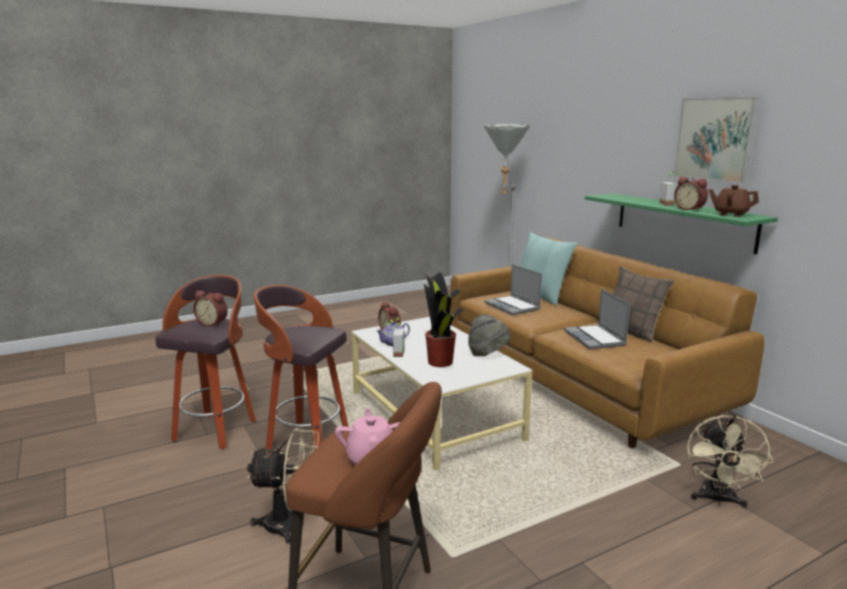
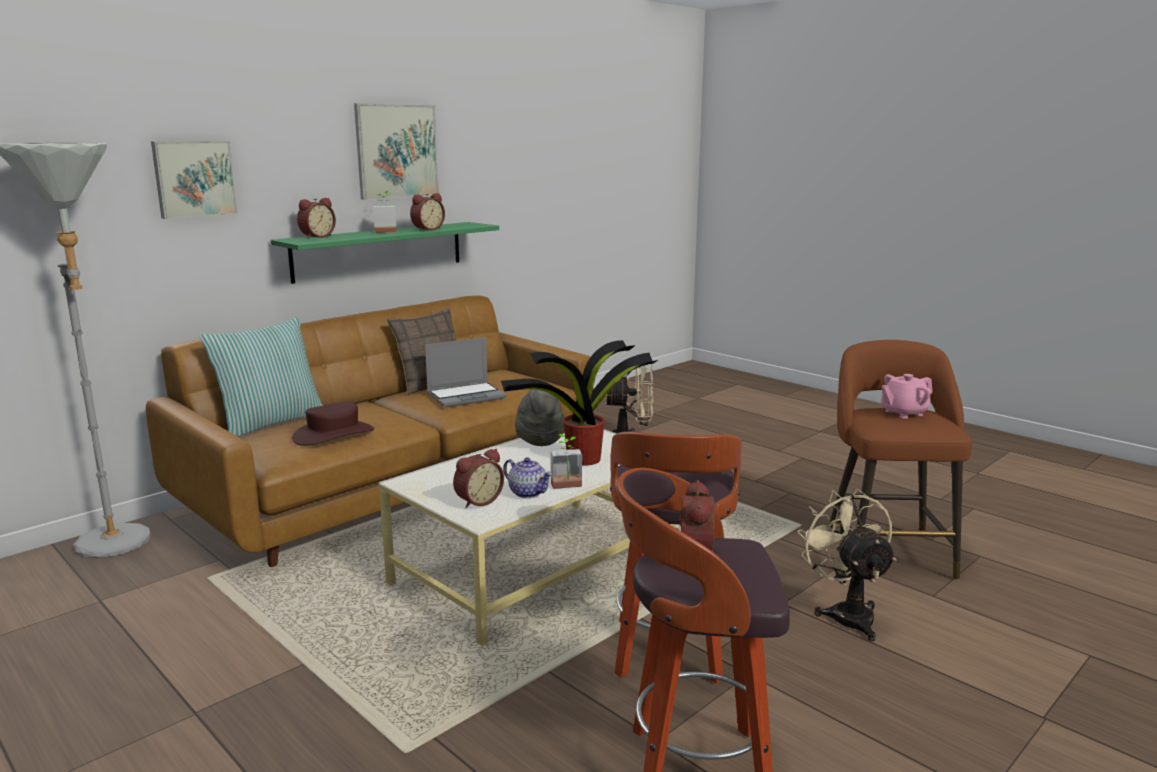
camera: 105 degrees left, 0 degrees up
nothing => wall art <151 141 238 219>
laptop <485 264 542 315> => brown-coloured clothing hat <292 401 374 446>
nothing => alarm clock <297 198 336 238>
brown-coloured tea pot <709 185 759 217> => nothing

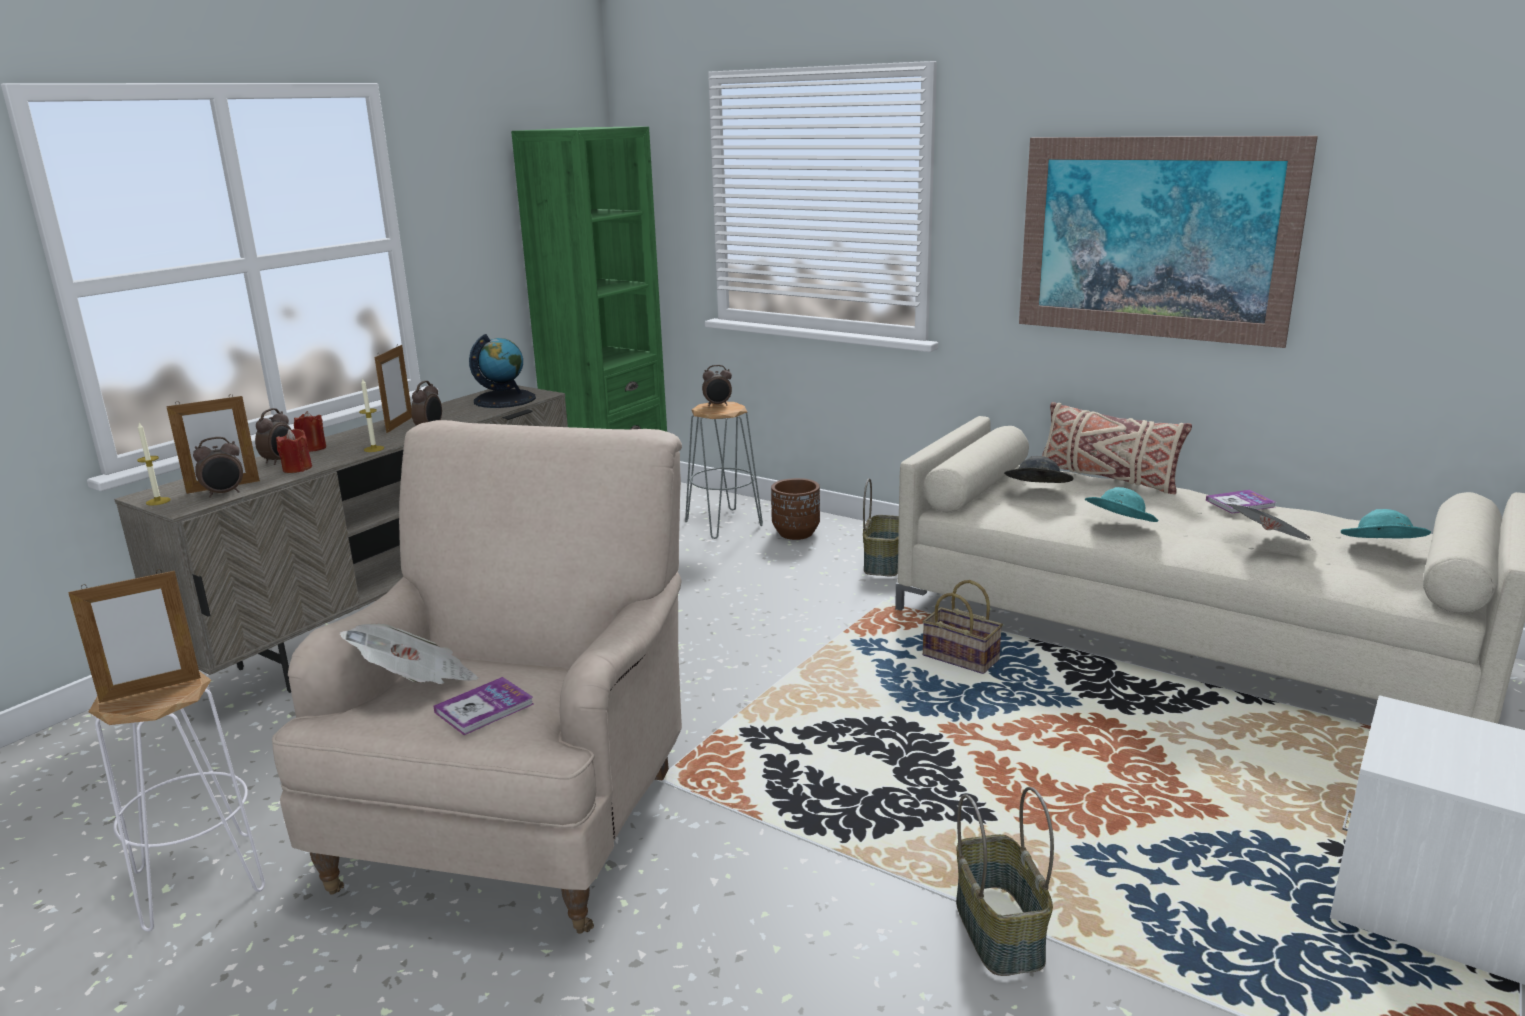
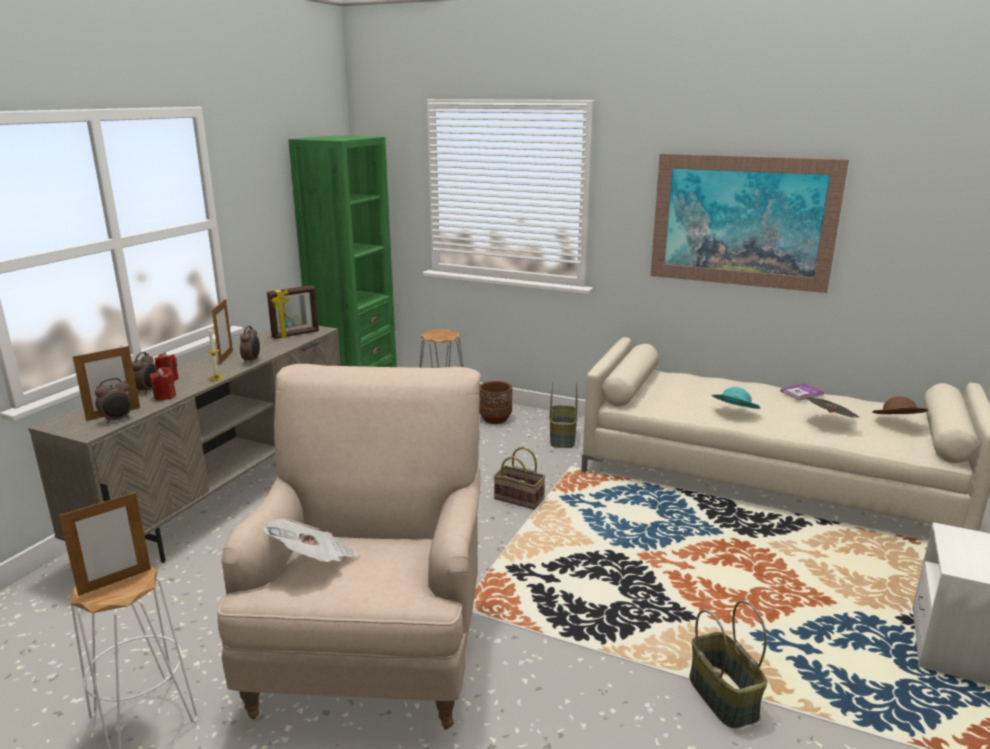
camera: 10 degrees left, 0 degrees up
globe <469 334 536 408> => picture frame <267 285 319 339>
storage basket <922 580 1003 674> => storage basket <493 447 546 509>, shifted
blue-green clothing hat <1341 509 1431 539> => brown-coloured clothing hat <872 397 928 414>
wax candle <137 423 171 506> => nothing
bound book <433 677 533 735> => nothing
alarm clock <702 365 732 406> => nothing
greyish clothing hat <1004 456 1073 483> => nothing
beige-coloured throw pillow <1042 402 1192 494> => nothing

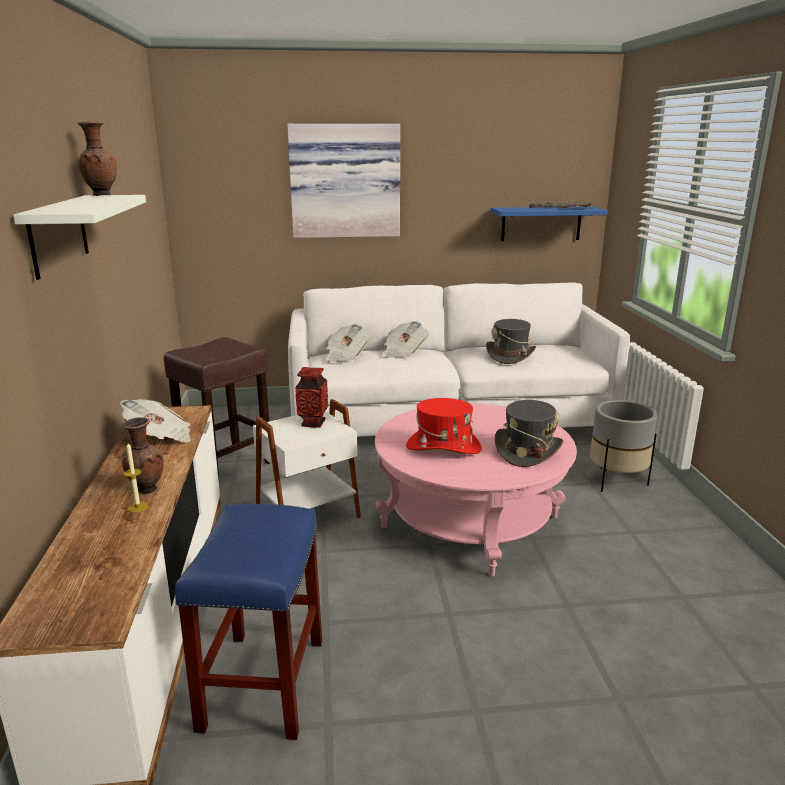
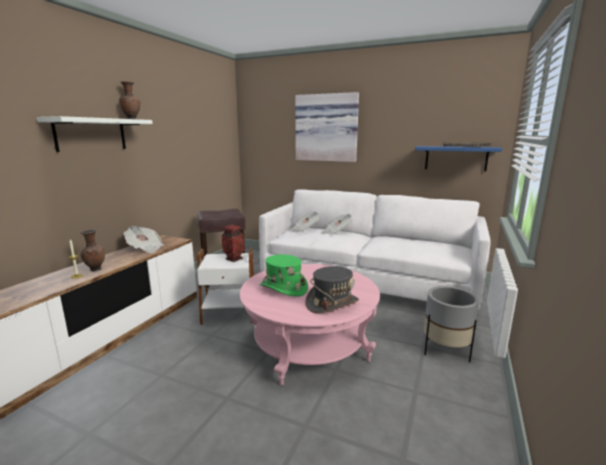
camera: 30 degrees right, 5 degrees down
reddish clothing hat <406 398 482 454> => green clothing hat <260 255 308 297>
blue-coloured sitting stool <175 504 322 740> => nothing
greyish clothing hat <486 319 536 364> => nothing

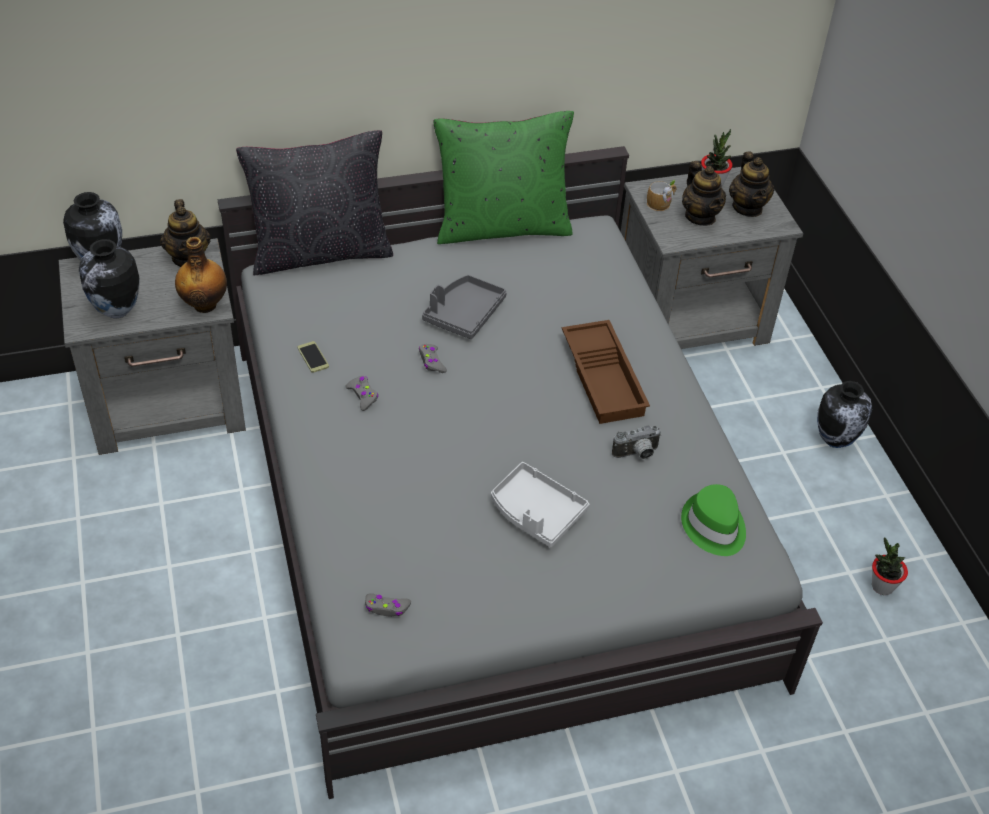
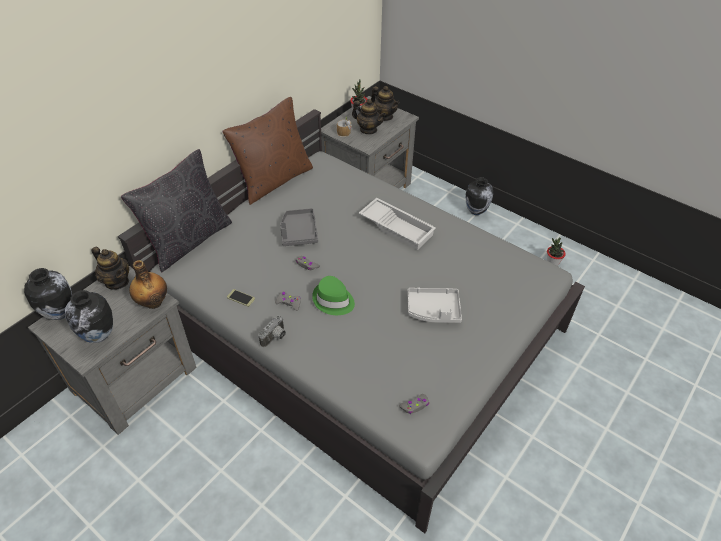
camera: 35 degrees left, 0 degrees up
green throw pillow <434 111 574 244> => brown-coloured throw pillow <223 97 313 205>
photo camera <612 425 661 459> => photo camera <258 316 286 347>, shifted
green clothing hat <681 484 746 556> => green clothing hat <312 276 355 315>, shifted
brown-coloured serving tray <562 320 650 424> => whitish serving tray <359 198 436 250>

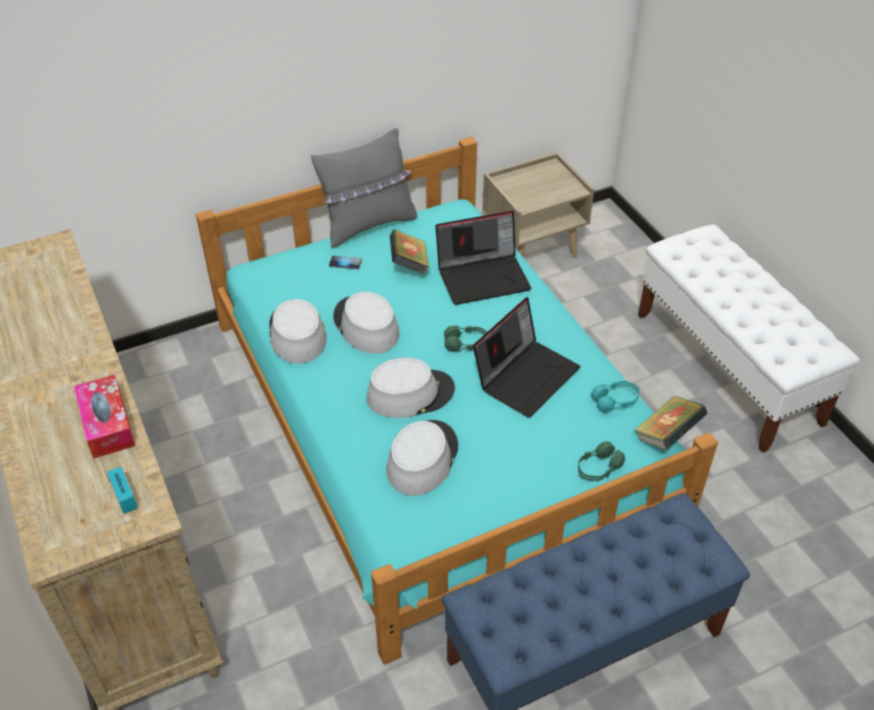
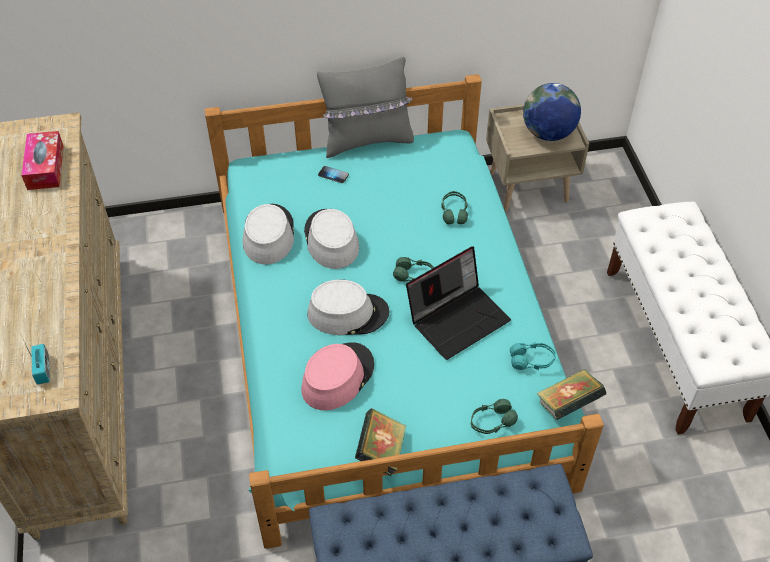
camera: 15 degrees right, 5 degrees up
tissue box <74 375 135 459> => tissue box <21 131 64 190>, shifted
greyish clothing hat <387 420 458 496> => pinkish clothing hat <301 342 374 410>
bound book <389 229 429 274> => bound book <355 408 406 476>, shifted
laptop <435 211 531 305> => green headphones <441 191 468 224>
nothing => globe <523 83 581 141>

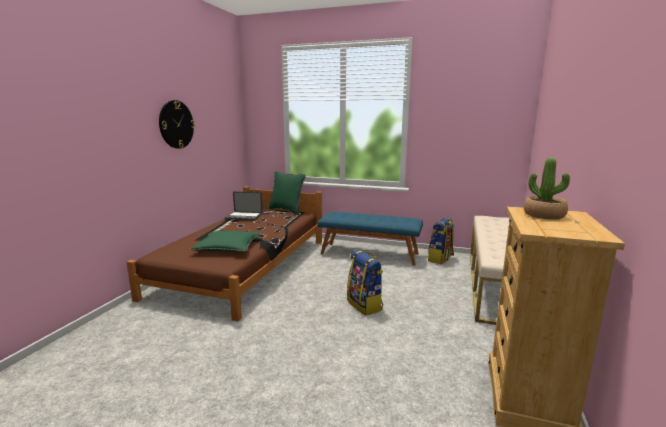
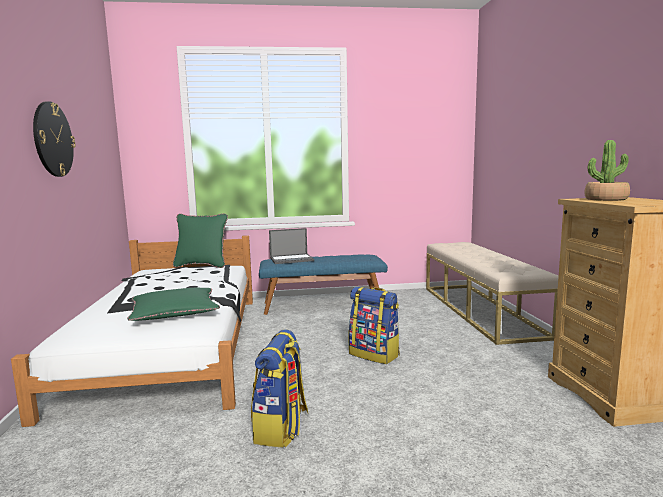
camera: 25 degrees left, 5 degrees down
brown-coloured bed <126 187 322 321> => whitish bed <11 235 253 427>
rucksack <428 217 454 264> => rucksack <251 330 309 447>, shifted
laptop <225 191 263 220> => laptop <269 228 314 264>, shifted

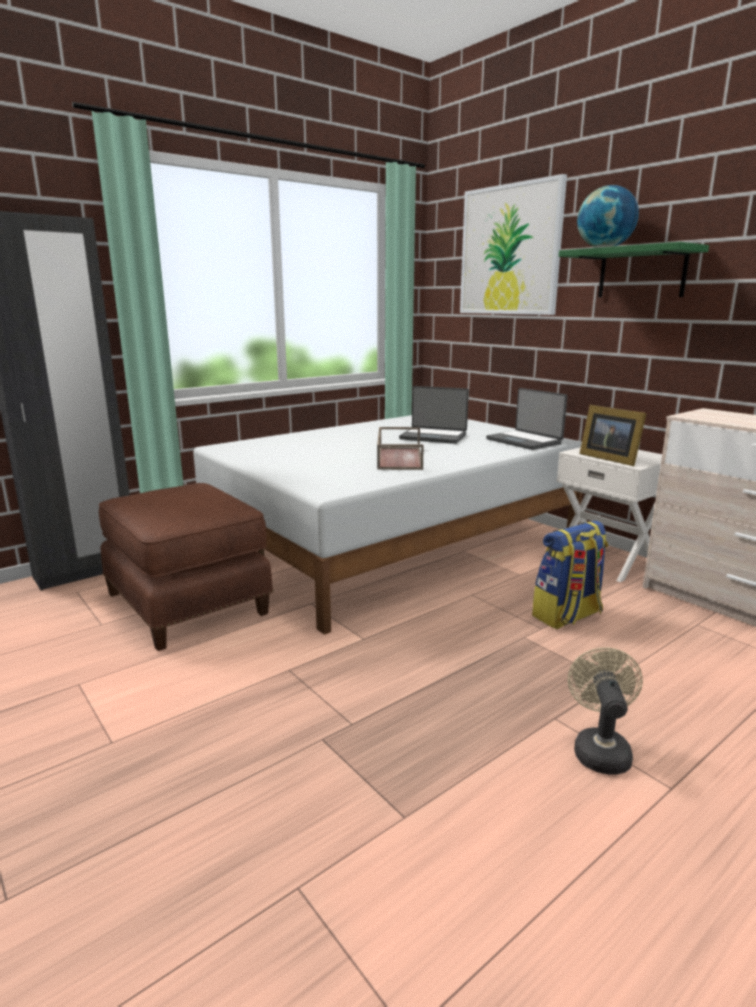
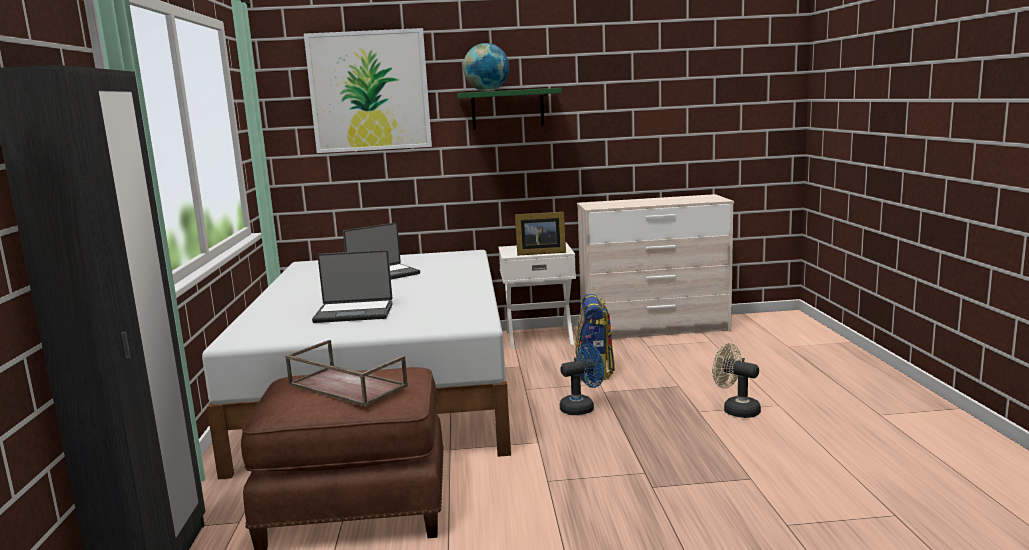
camera: 55 degrees left, 5 degrees down
brown-coloured serving tray <377 427 424 470> => brown-coloured serving tray <285 340 408 406>, shifted
laptop <486 388 567 450> => laptop <312 250 393 323>, shifted
nothing => blue-coloured fan <560 343 604 415>

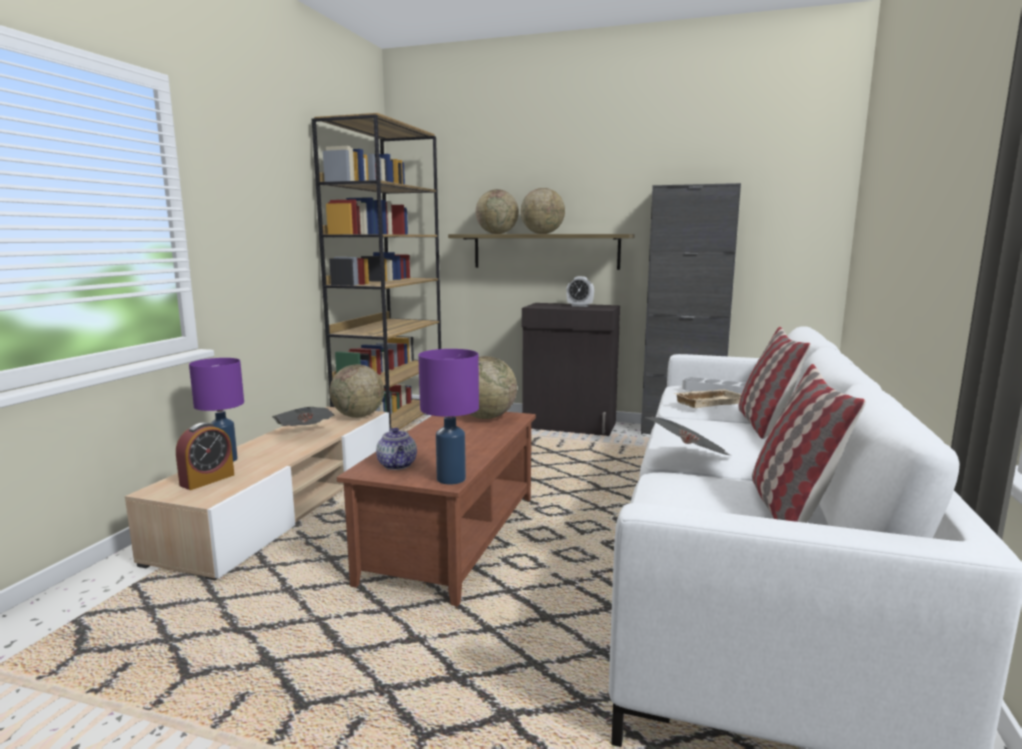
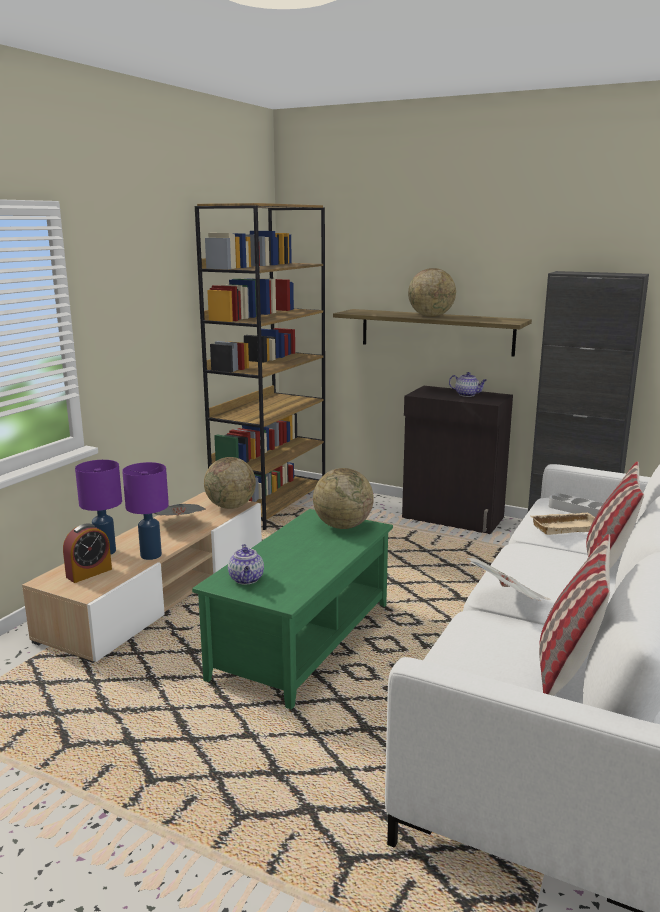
camera: 10 degrees right, 5 degrees up
purplish lamp for a table <418 349 479 485> => purplish lamp for a table <122 462 169 560>, shifted
brown-coloured low table <337 412 536 606> => green low table <192 509 393 710>
alarm clock <566 276 594 307> => tea pot <449 372 487 397>
globe <476 189 519 234> => nothing

